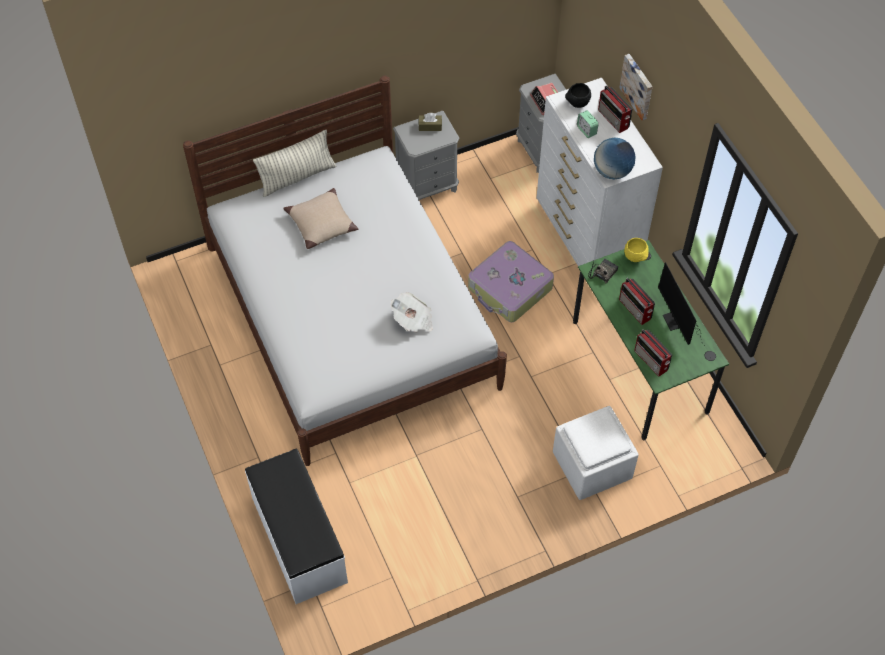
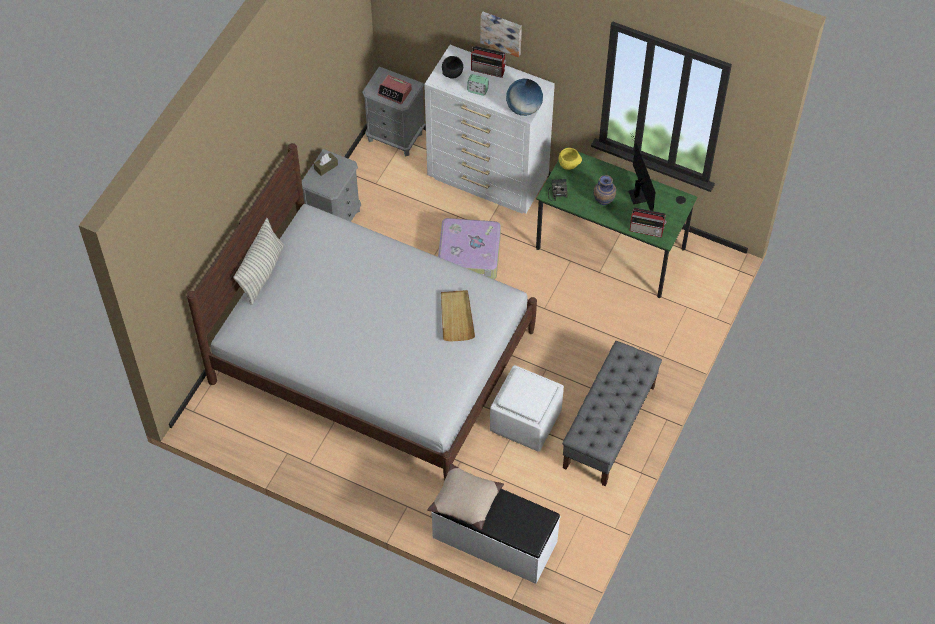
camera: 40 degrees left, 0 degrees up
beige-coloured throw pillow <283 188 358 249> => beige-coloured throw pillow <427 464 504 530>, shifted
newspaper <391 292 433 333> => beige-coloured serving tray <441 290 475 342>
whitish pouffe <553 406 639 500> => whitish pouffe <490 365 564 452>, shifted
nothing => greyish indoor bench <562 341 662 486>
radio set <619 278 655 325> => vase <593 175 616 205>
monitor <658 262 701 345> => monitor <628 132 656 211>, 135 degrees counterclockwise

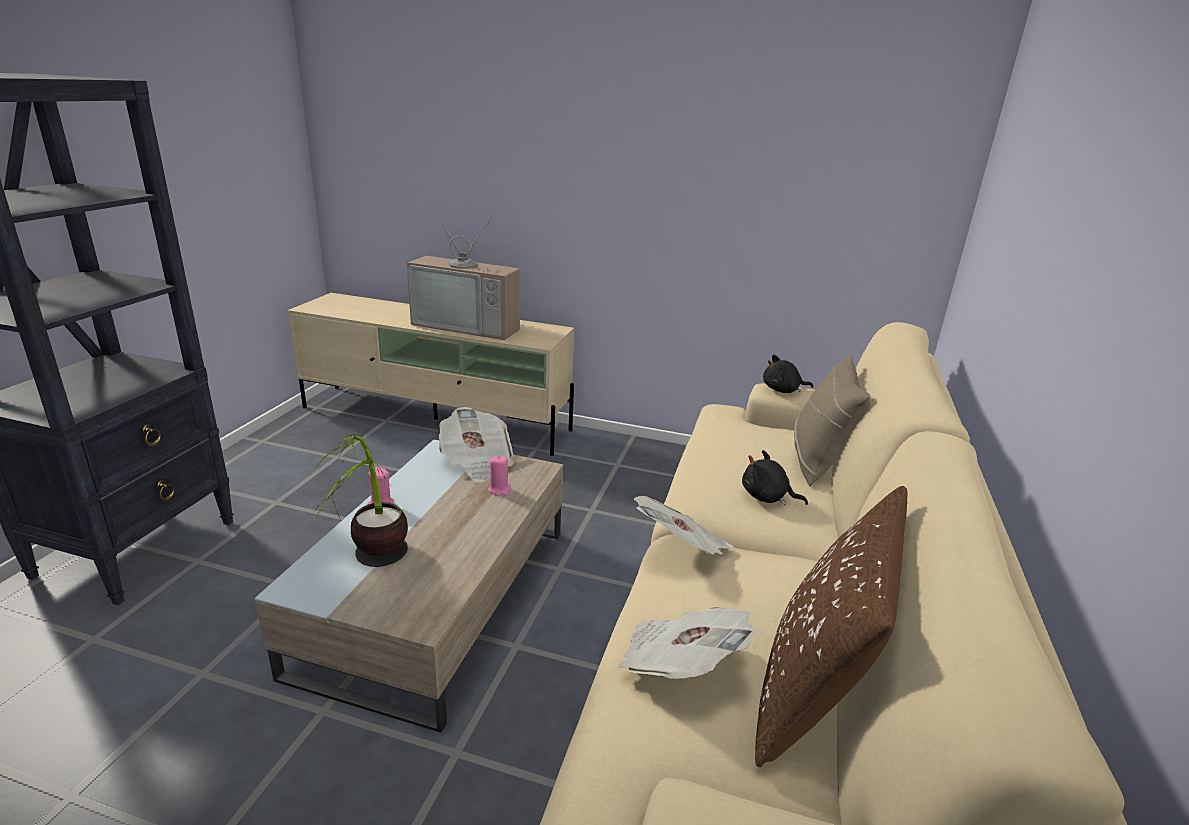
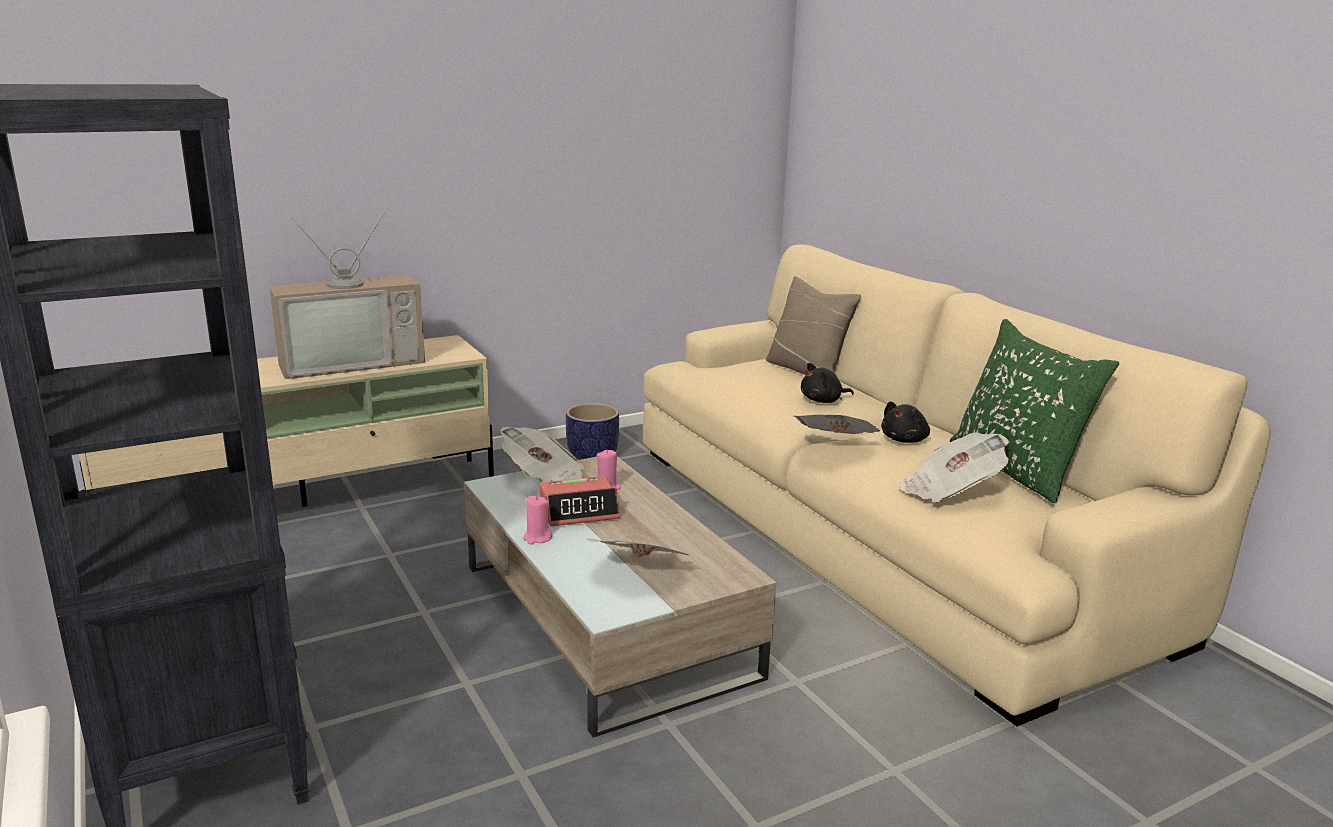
camera: 45 degrees left, 5 degrees down
nothing => alarm clock <540 476 620 526>
nothing => planter <566 403 619 460>
plant in a pot <315 435 408 567> => newspaper <587 538 689 557>
black-coloured plush toy <763 355 813 393> => black-coloured plush toy <881 401 930 443>, shifted
brown-coloured throw pillow <755 486 908 767> => green throw pillow <950 319 1119 503>

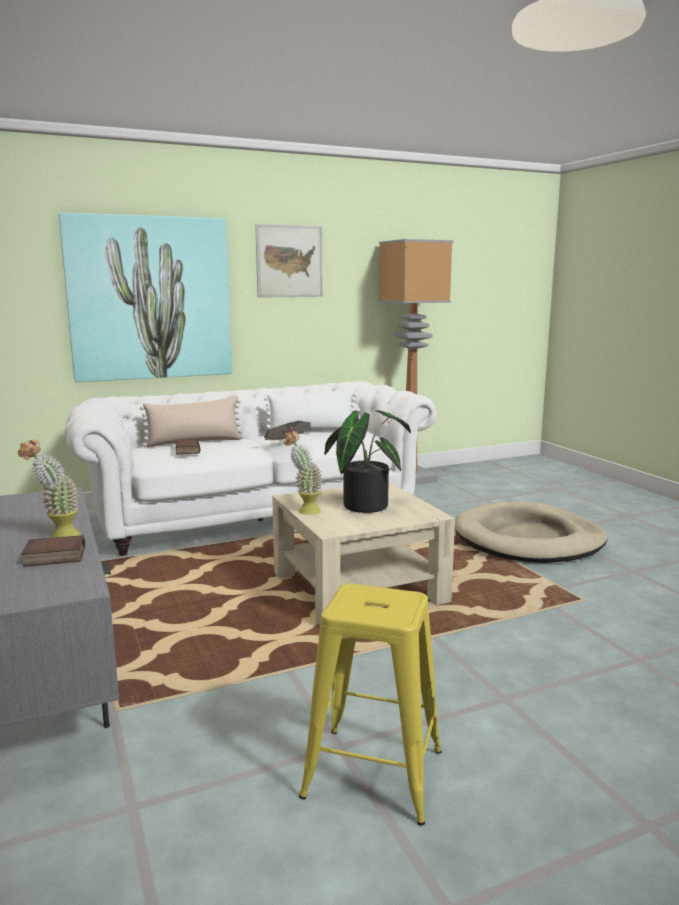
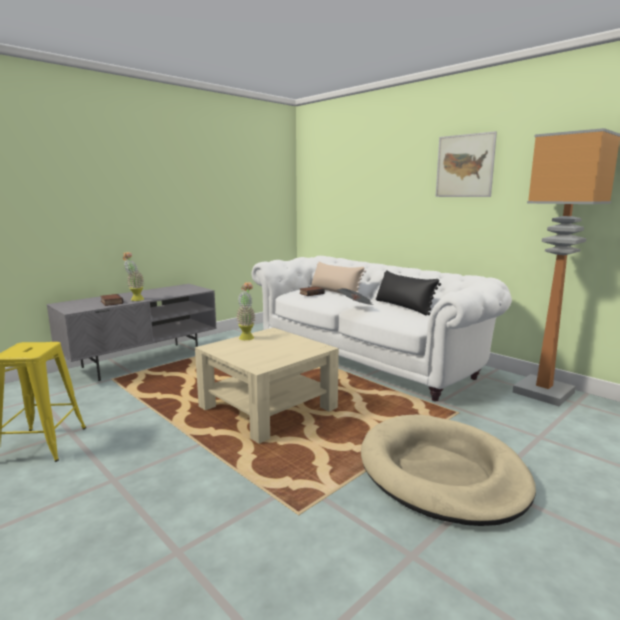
camera: 70 degrees right, 0 degrees up
whitish throw pillow <264 389 357 433> => black-coloured throw pillow <376 270 441 316>
wall art <59 212 232 382> => nothing
plant in a pot <324 410 411 513> => nothing

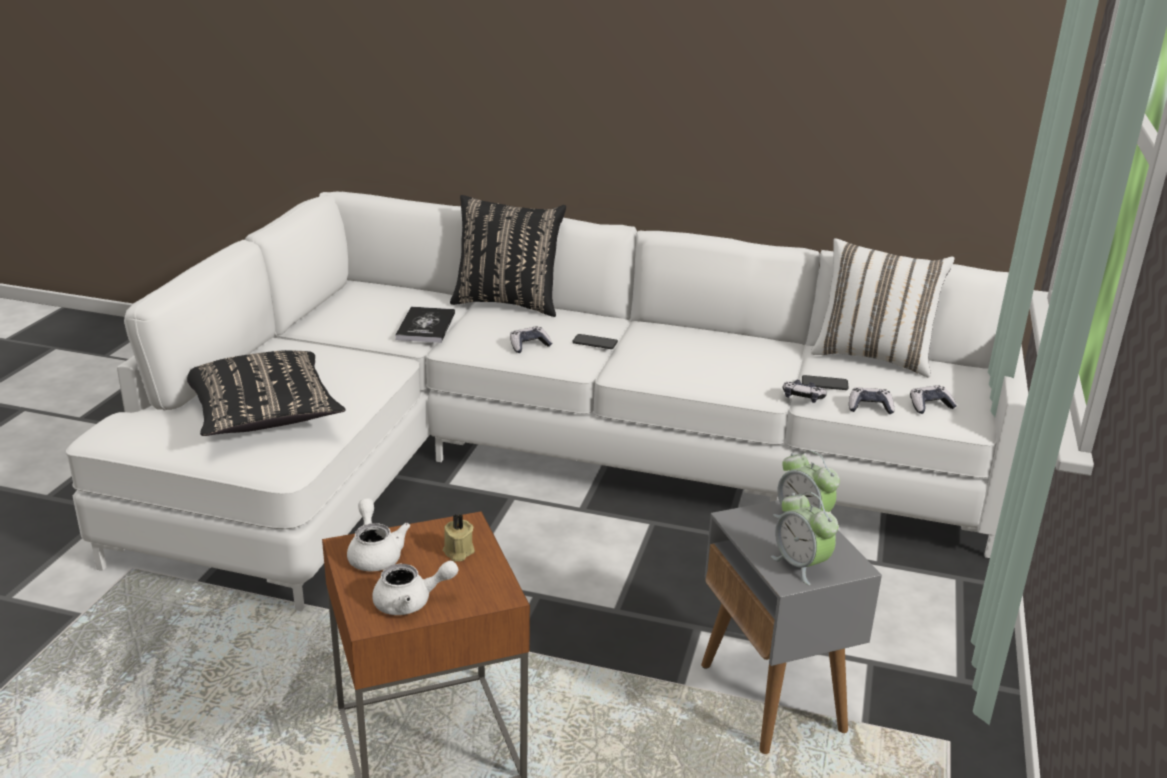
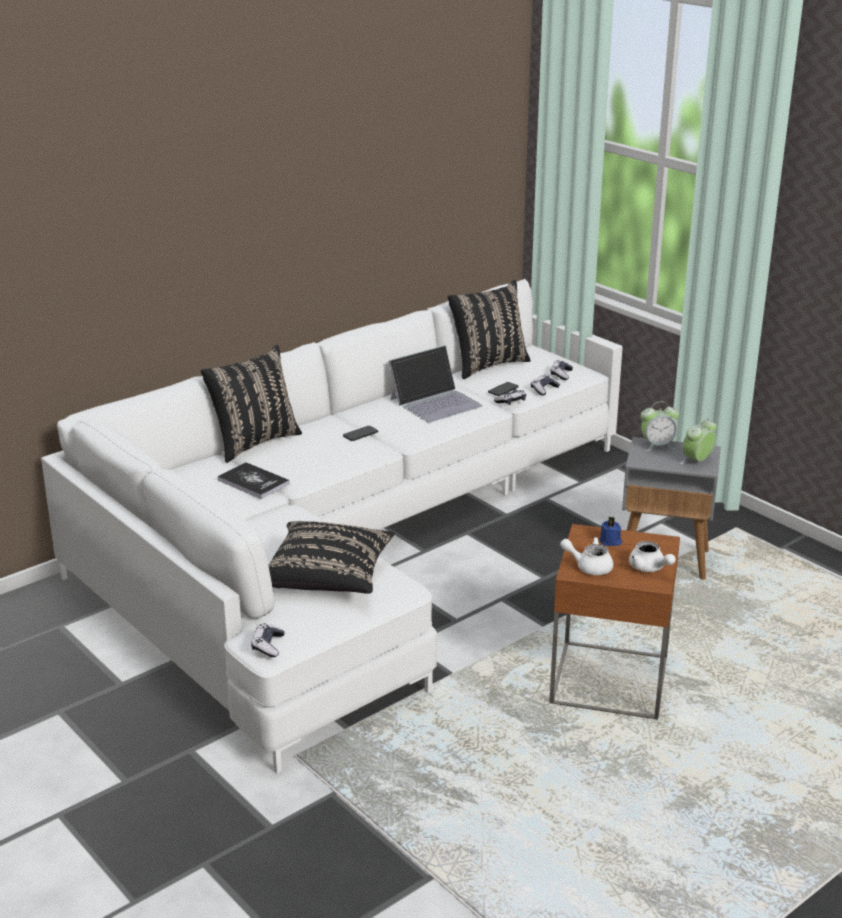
camera: 55 degrees left, 0 degrees up
game controller <510 326 553 353> => game controller <251 623 285 657>, shifted
nothing => laptop <389 345 483 423>
whitish throw pillow <811 238 955 378> => black-coloured throw pillow <447 280 531 379>
beige-coloured wax candle <443 514 475 561> => blue-coloured wax candle <599 517 622 546>
whitish tea pot <372 561 458 615> => whitish tea pot <629 541 676 572>, 120 degrees clockwise
alarm clock <771 492 838 585> => alarm clock <680 418 717 464>, 135 degrees clockwise

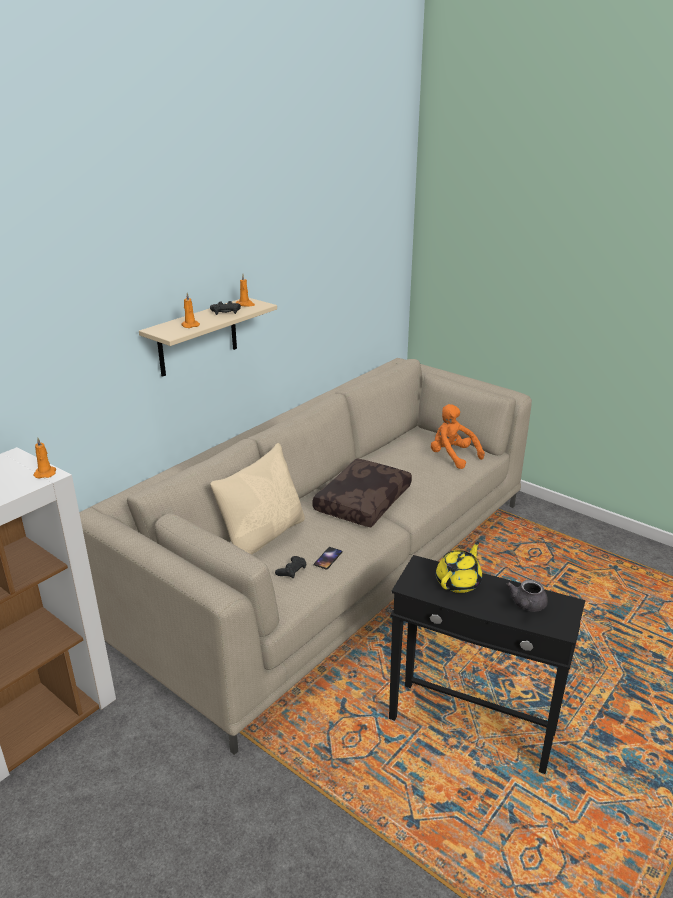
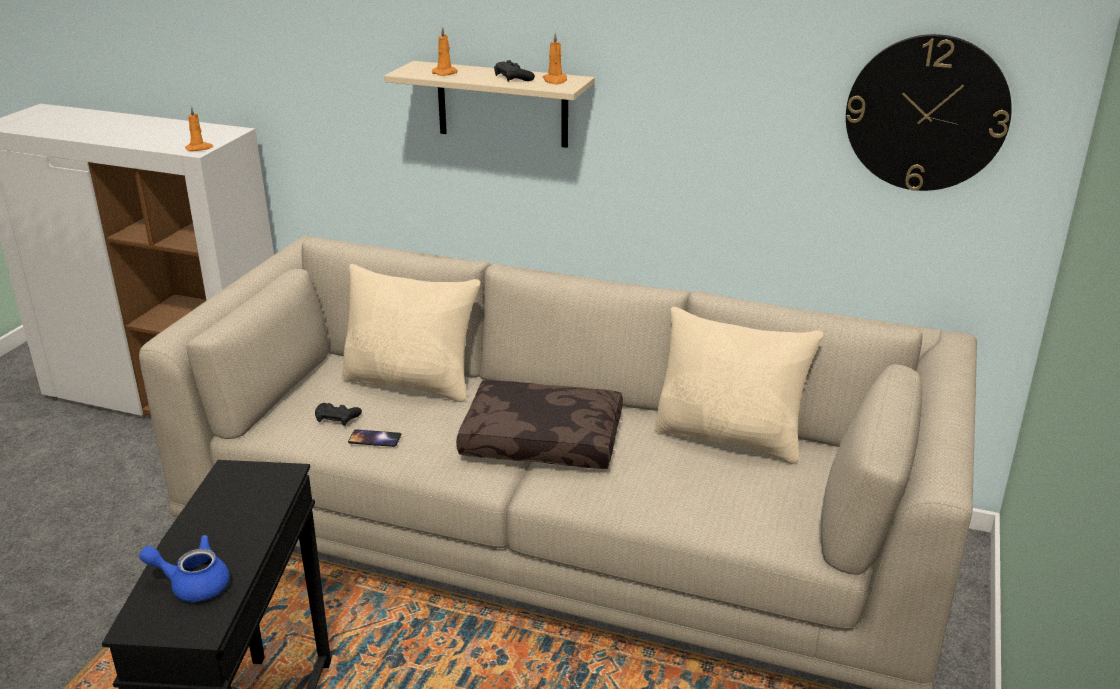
camera: 70 degrees right, 0 degrees up
greyish tea pot <506 580 548 612> => blue-coloured tea pot <139 535 230 602>
nothing => beige-coloured throw pillow <654 307 823 464>
nothing => wall clock <846 34 1012 191>
orangey plush toy <431 404 485 469> => nothing
yellowish tea pot <436 541 482 593> => nothing

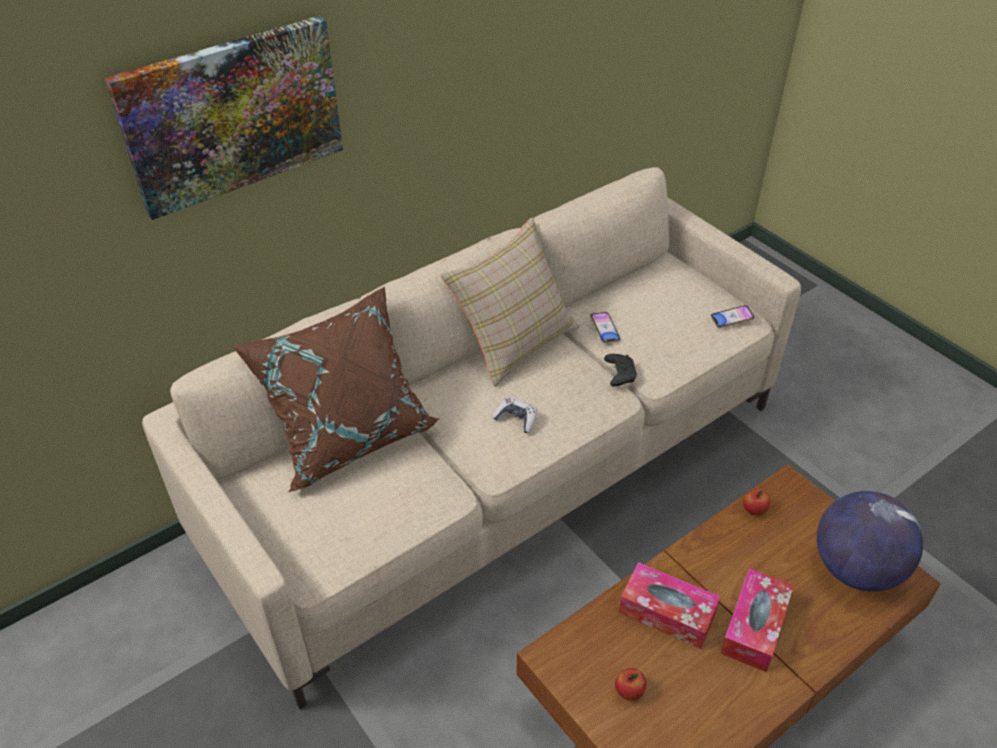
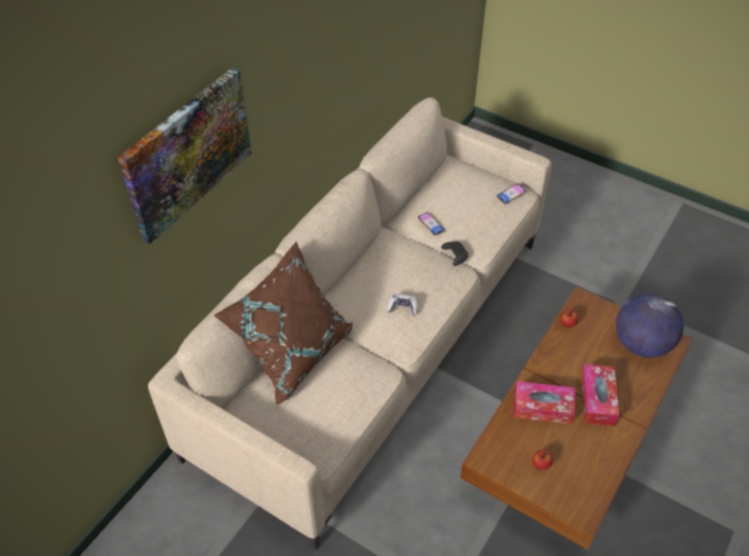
camera: 20 degrees left, 5 degrees up
beige-coloured throw pillow <440 218 580 387> => nothing

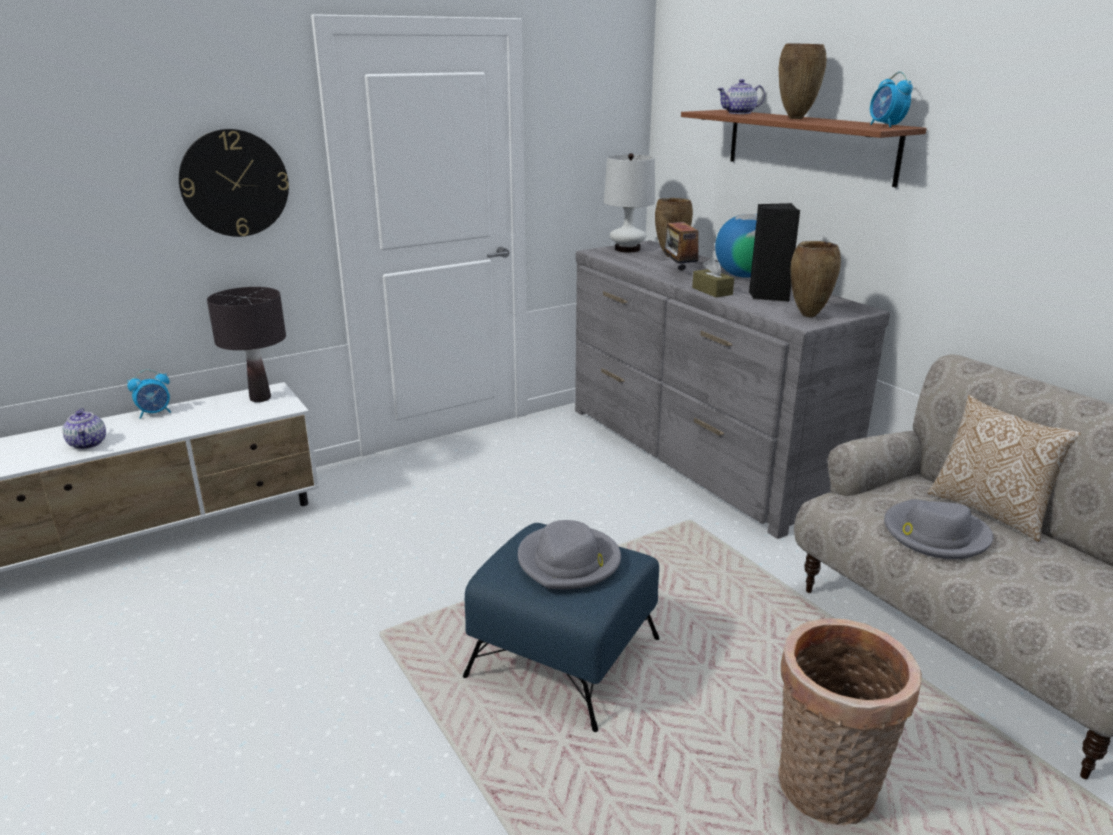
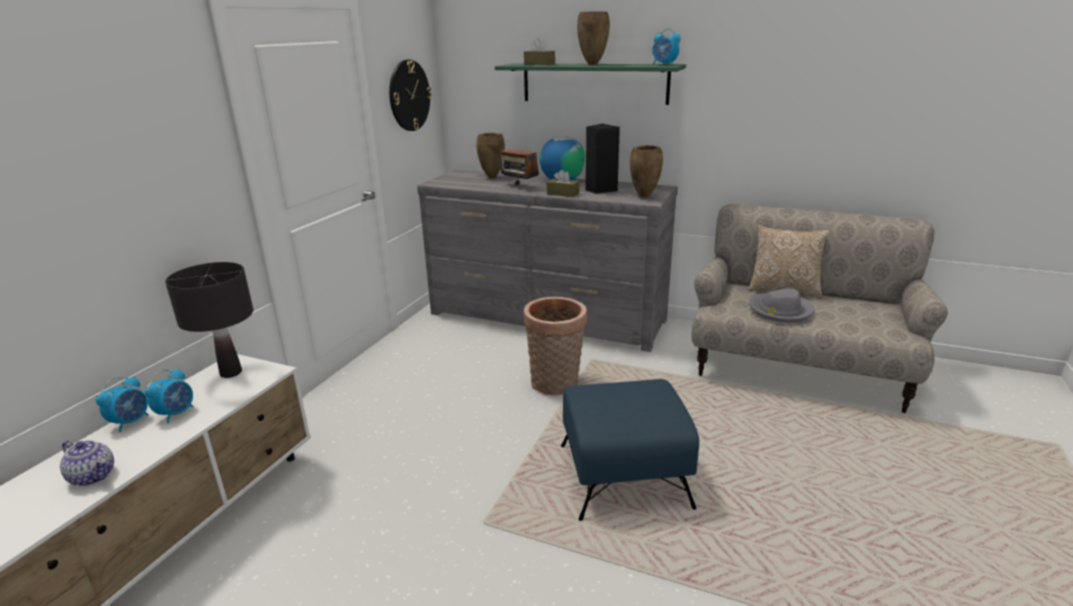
camera: 35 degrees left, 0 degrees up
nothing => alarm clock <145 369 194 424>
wall clock <179 129 289 237> => wall clock <389 60 432 131>, shifted
brown-coloured shelf <681 110 927 187> => green shelf <495 64 686 105>
tea pot <718 79 765 114> => brown-coloured tissue box <524 38 555 65>
storage basket <778 618 922 826> => storage basket <524 297 587 395>, shifted
greyish clothing hat <518 520 621 589> => nothing
whitish lamp for a table <604 153 655 252> => nothing

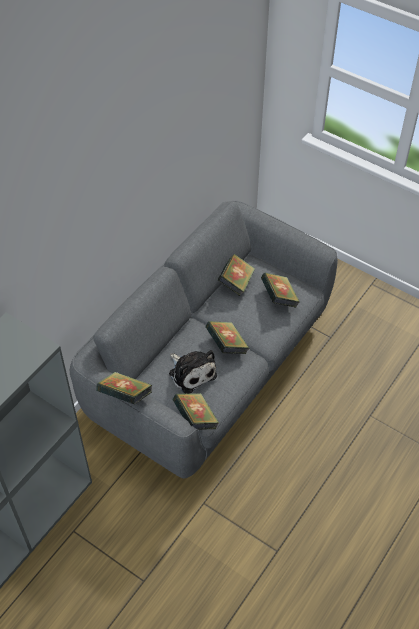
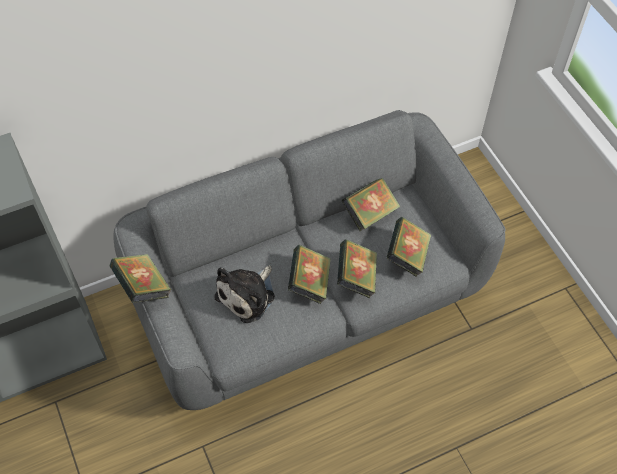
camera: 30 degrees right, 5 degrees up
plush toy <169 350 217 394> => plush toy <214 265 275 323>, 45 degrees clockwise
bound book <172 393 219 430> => bound book <337 239 377 298>, shifted

